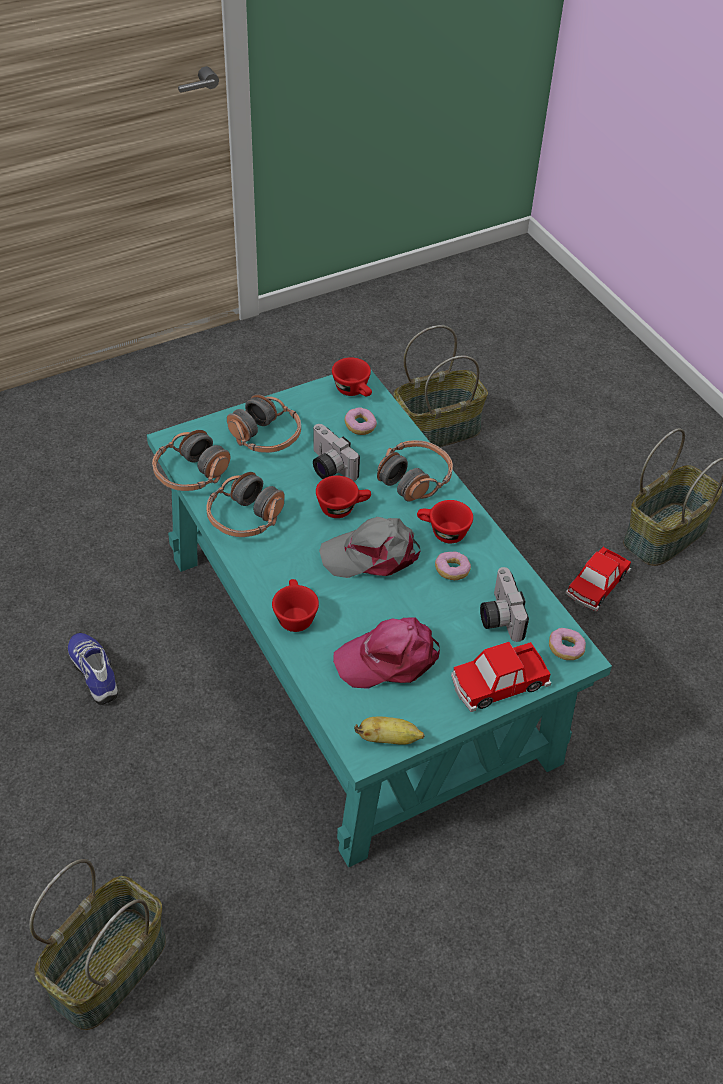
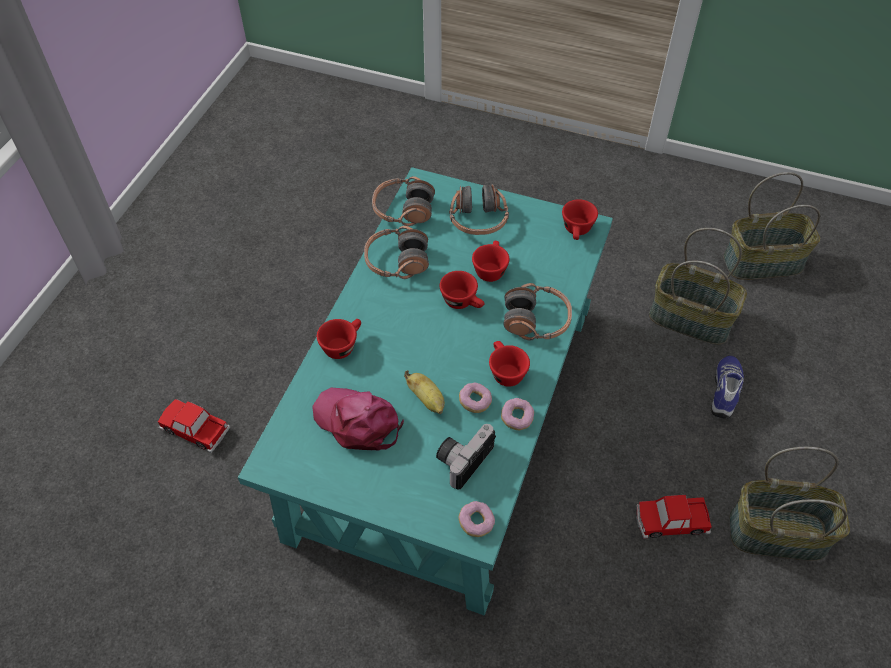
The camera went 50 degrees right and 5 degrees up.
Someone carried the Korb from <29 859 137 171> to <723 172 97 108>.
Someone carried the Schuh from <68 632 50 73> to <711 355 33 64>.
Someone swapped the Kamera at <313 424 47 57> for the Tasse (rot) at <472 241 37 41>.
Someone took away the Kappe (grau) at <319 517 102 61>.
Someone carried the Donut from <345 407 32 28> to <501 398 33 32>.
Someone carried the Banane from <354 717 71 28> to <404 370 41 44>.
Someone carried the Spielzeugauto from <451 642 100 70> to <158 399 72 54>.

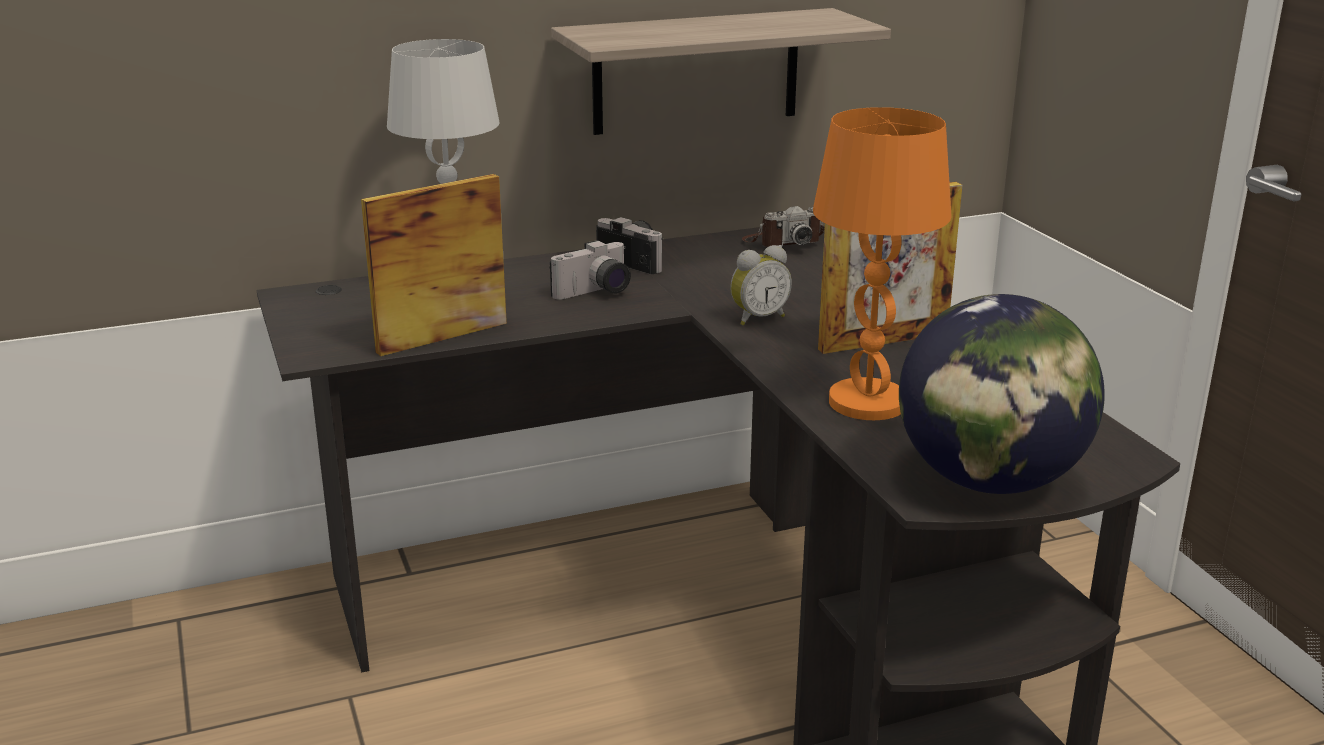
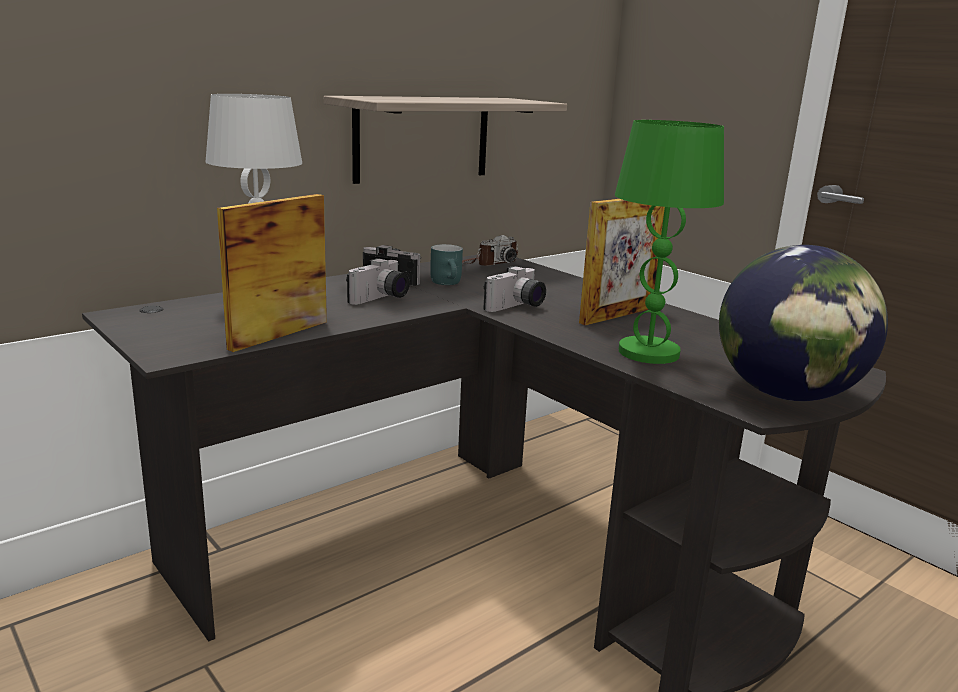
The camera went 20 degrees left and 5 degrees down.
Someone swapped the Wecker at <730 245 62 80> for the Kamera at <483 266 63 46>.
Someone repainted the Tischlampe (orange) at <813 107 139 313>, which became the Tischlampe (grün) at <615 120 109 244>.
Someone put down the Henkelbecher (türkis) at <430 244 33 41>.

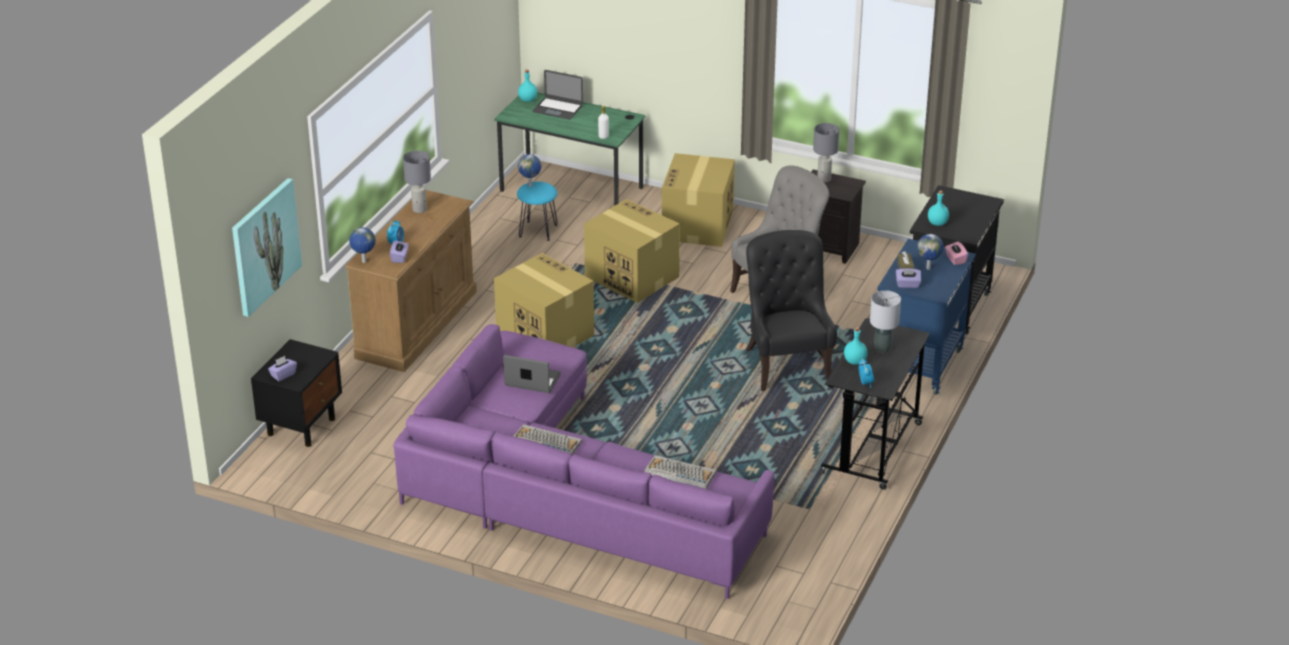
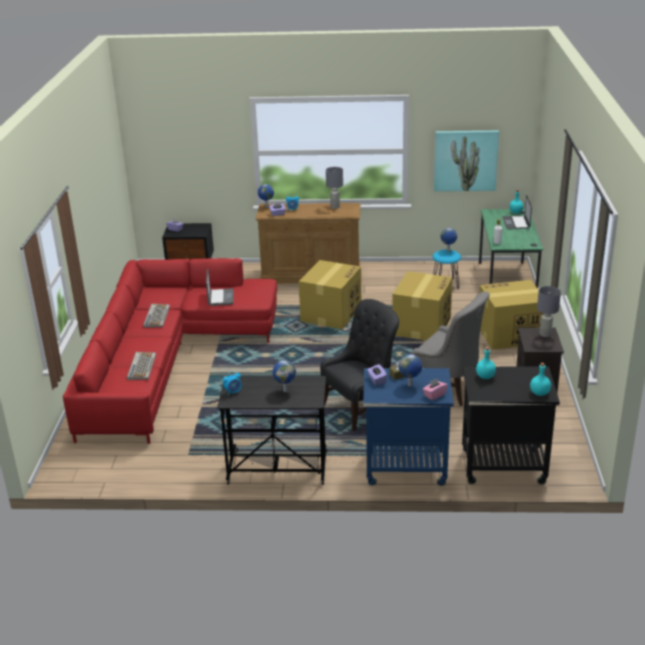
The camera went 70 degrees right and 5 degrees down.
Someone carried the Bild from <232 178 70 139> to <434 131 65 60>.
Someone repainted the Sofa (lila) at <393 324 381 275>, which became the Sofa (rot) at <63 258 214 186>.
Someone carried the Flasche (türkis) from <844 327 23 38> to <530 363 21 33>.
Someone swapped the Tischlampe (grau) at <870 290 31 63> for the Globus at <273 360 23 32>.

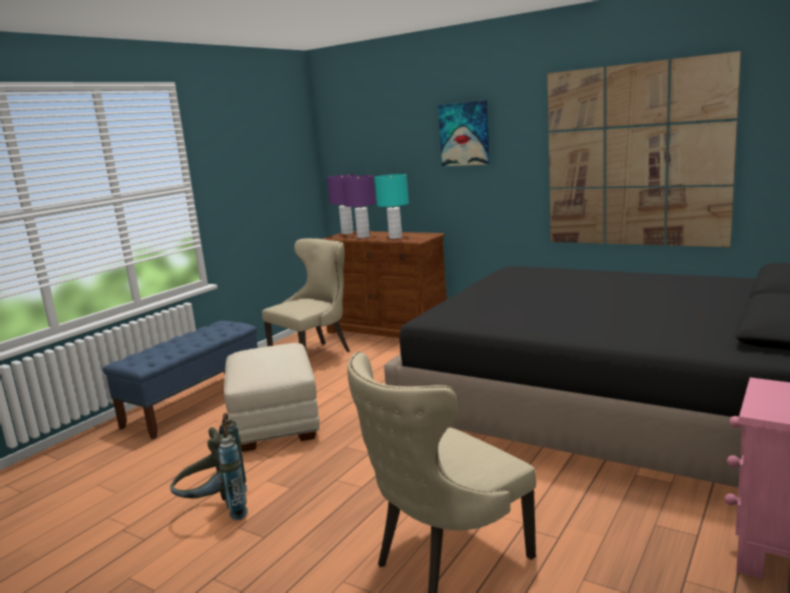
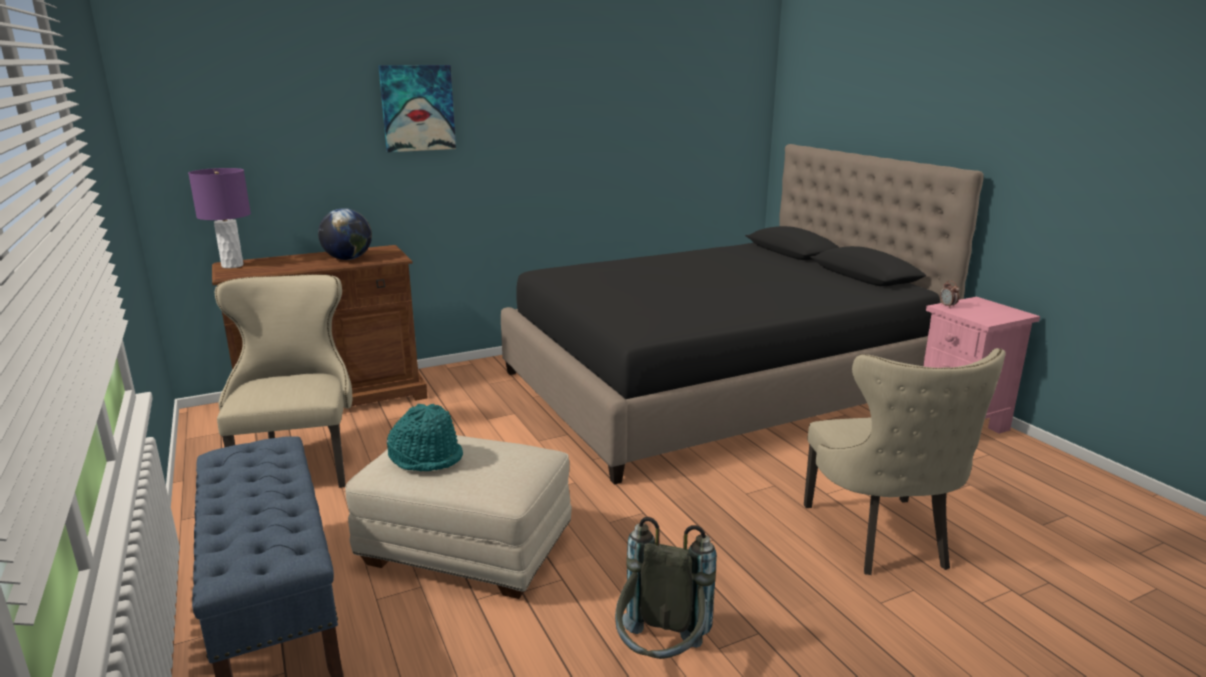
The camera went 60 degrees left and 5 degrees up.
Someone took away the Tischlampe (lila) at <342 175 34 63>.
Someone swapped the Tischlampe (türkis) at <374 174 35 65> for the Globus at <318 208 54 52>.
Someone took away the Bild at <547 51 194 196>.
Someone put down the Hut (türkis) at <386 404 77 67>.
Someone put down the Wecker at <940 280 20 27>.

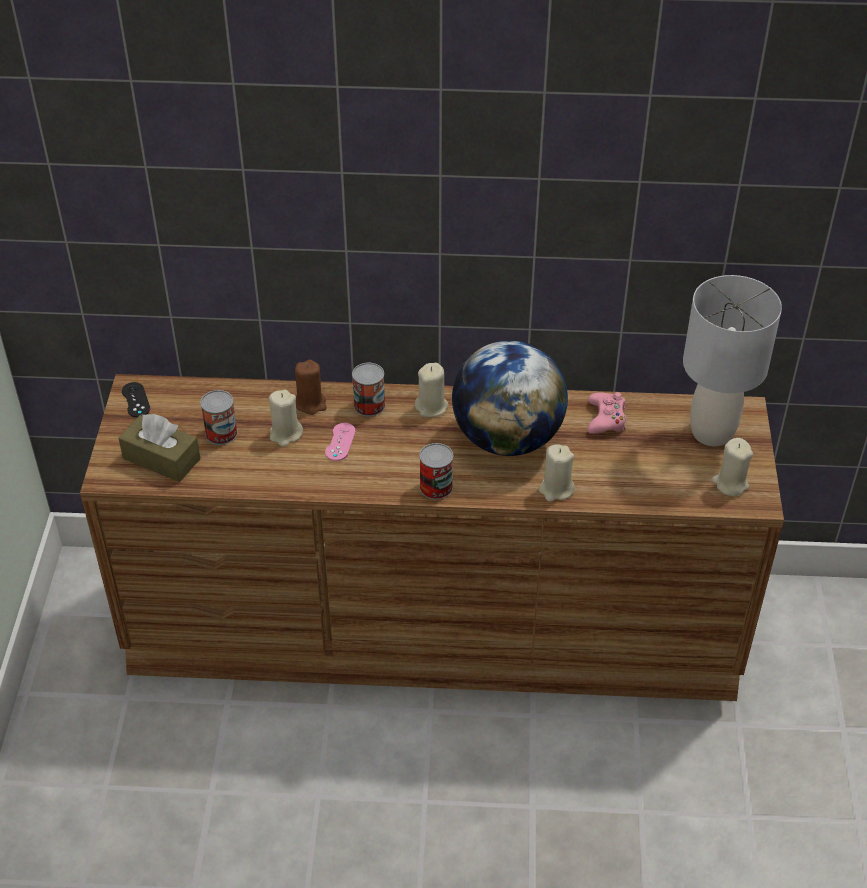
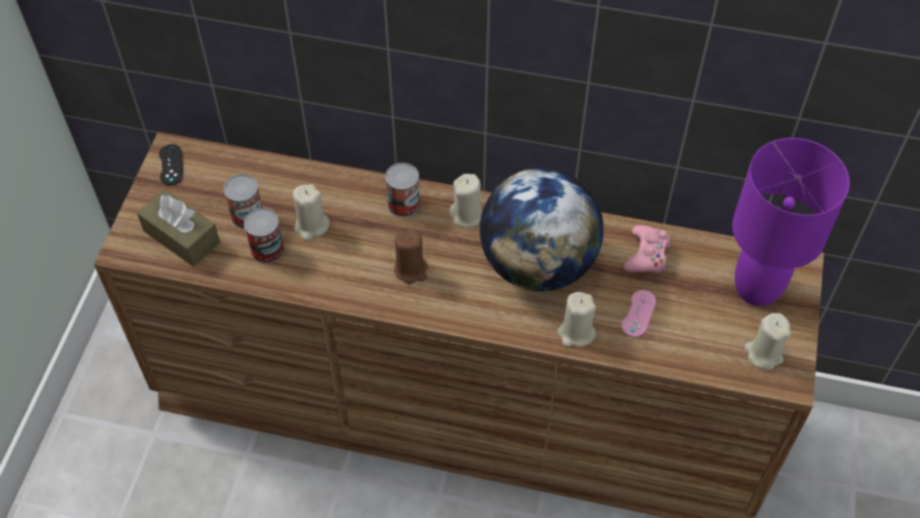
The camera went 10 degrees right and 10 degrees up.
Someone carried the Kerze (braun) from <295 360 32 55> to <394 228 33 56>.
Someone carried the Gamepad (rosa) from <325 423 31 38> to <622 290 34 47>.
Someone carried the Dose from <419 443 34 57> to <244 208 40 56>.
Someone repainted the Tischlampe (grau) at <683 275 99 171>, which became the Tischlampe (lila) at <732 138 118 168>.

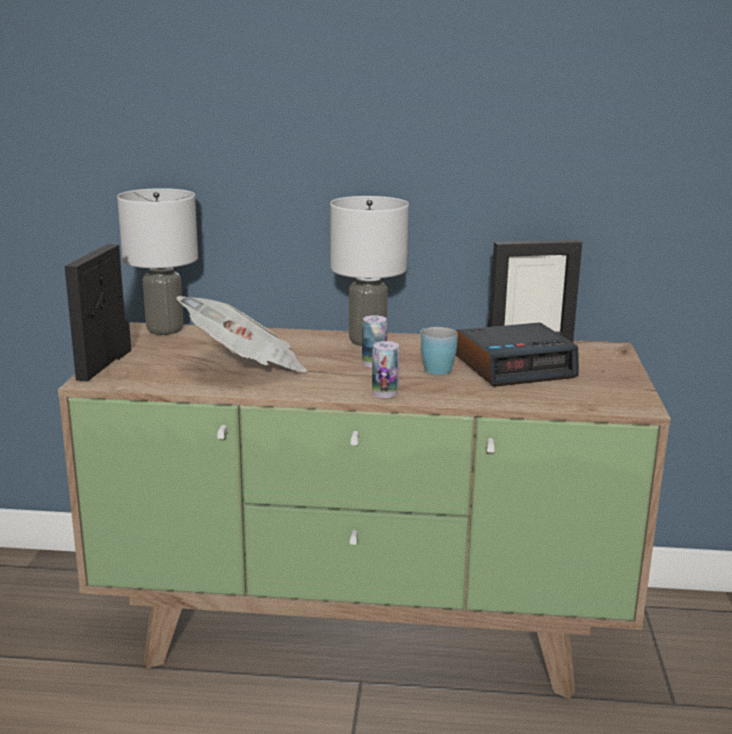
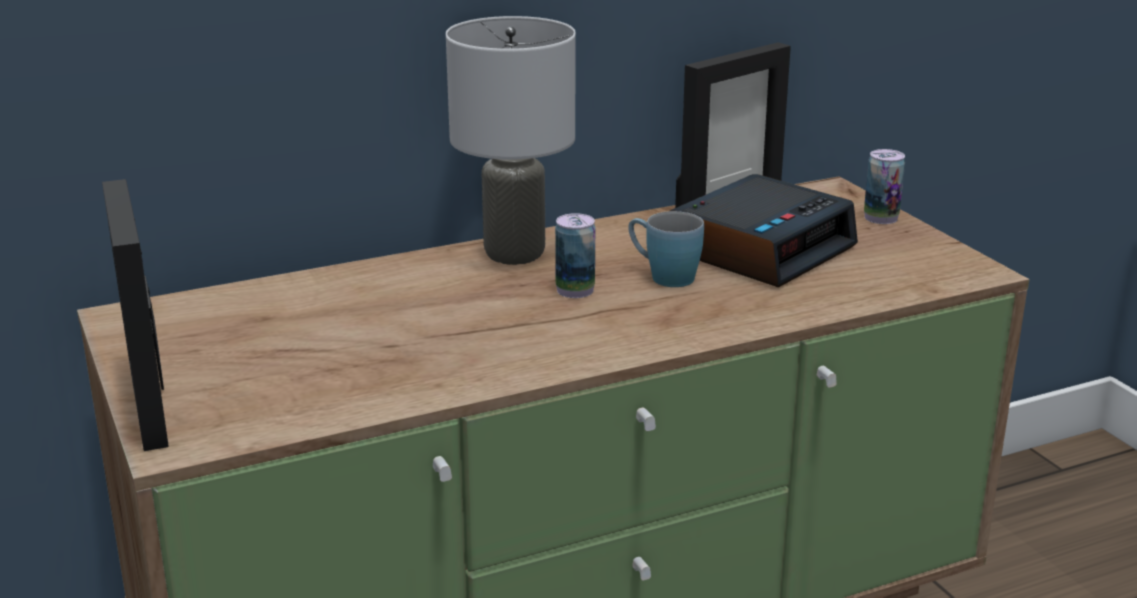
The camera went 30 degrees left and 5 degrees up.
Someone took away the Tischlampe (weiß) at <117 188 81 147>.
Someone took away the Zeitung at <176 296 132 76>.
Someone carried the Dose from <372 341 27 57> to <864 149 41 75>.

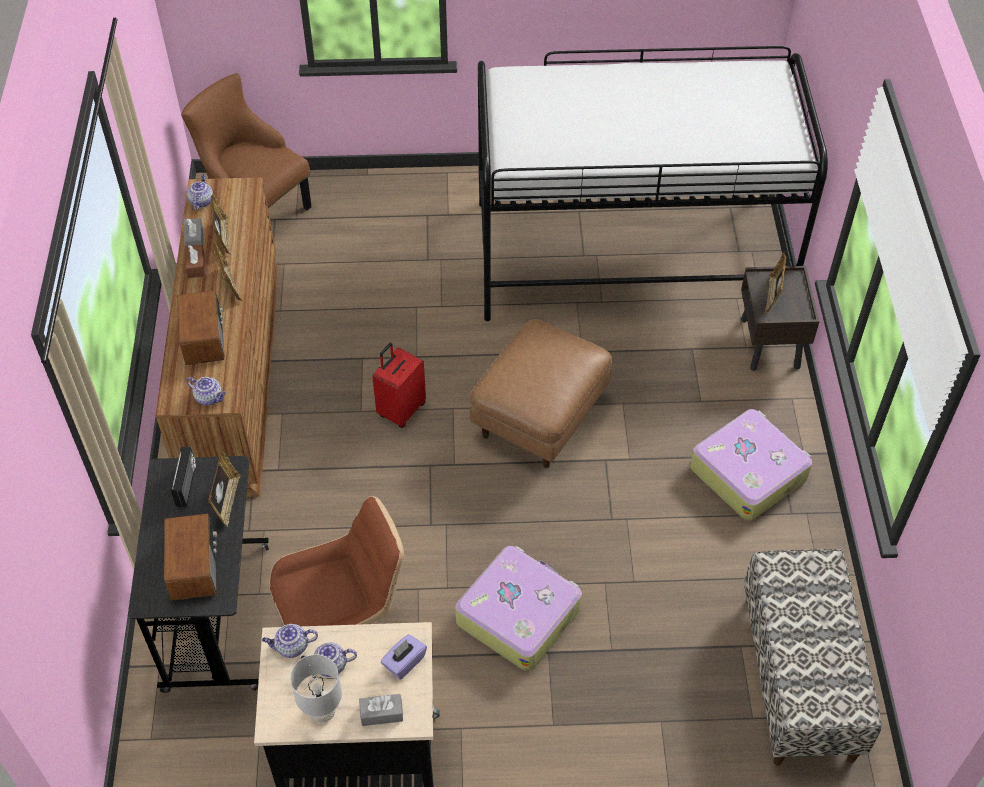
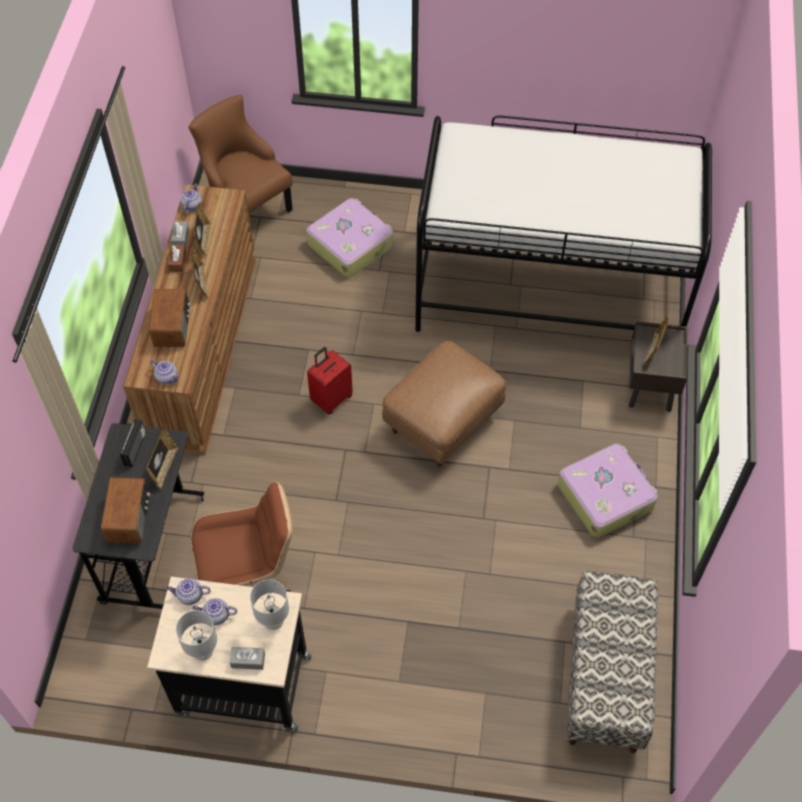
The camera went 10 degrees right and 5 degrees up.
Someone swapped the Taschentuchbox (lila) at <381 634 46 46> for the Tischlampe (grau) at <250 579 39 51>.
Someone carried the Koffer from <455 546 127 125> to <306 198 87 80>.

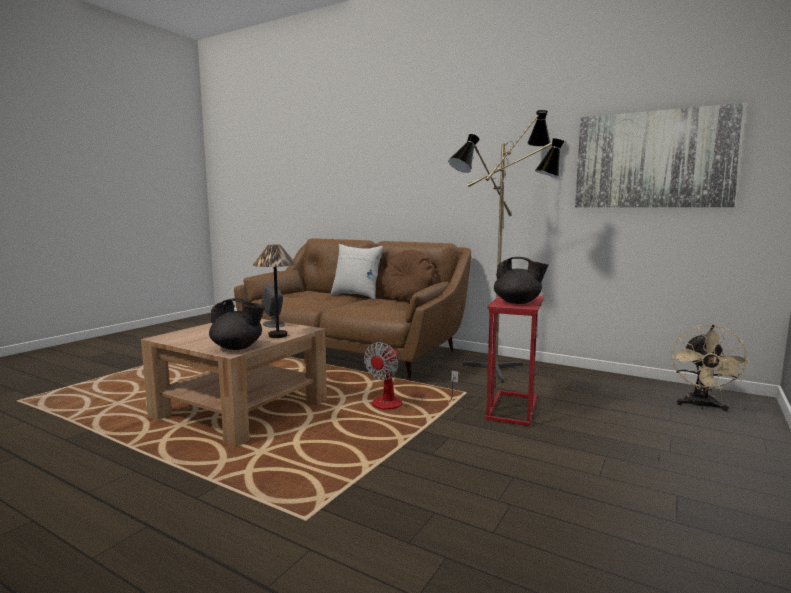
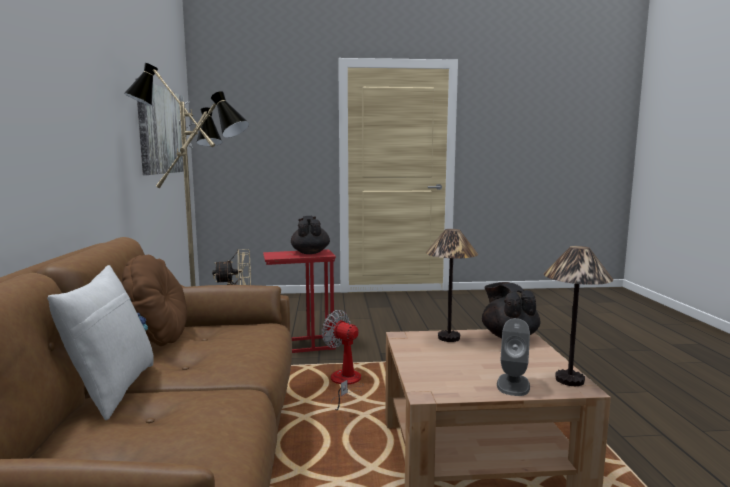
The camera went 125 degrees left and 0 degrees up.
Someone carried the Lautsprecher (grau) from <261 284 24 44> to <497 318 33 78>.
Someone rotated the Ventilator at <364 342 94 68> by 135 degrees counterclockwise.
Someone put down the Tischlampe at <543 246 70 140>.

